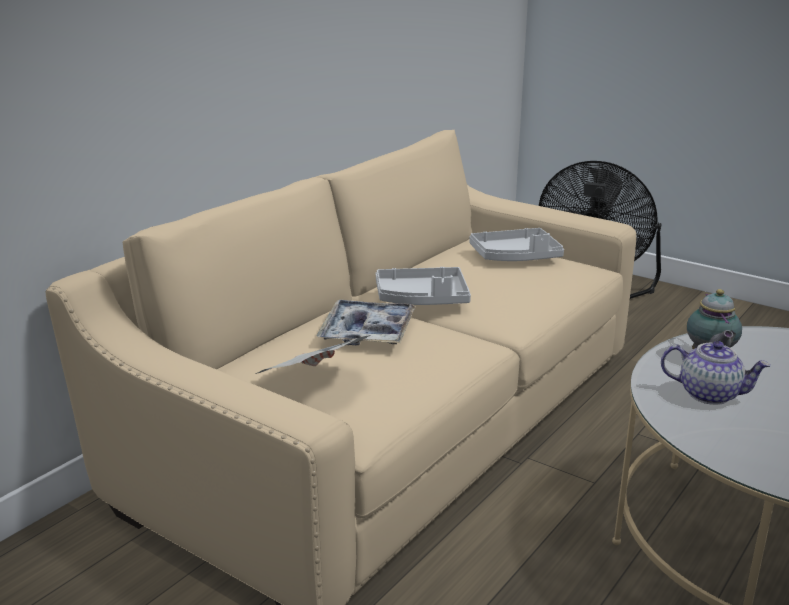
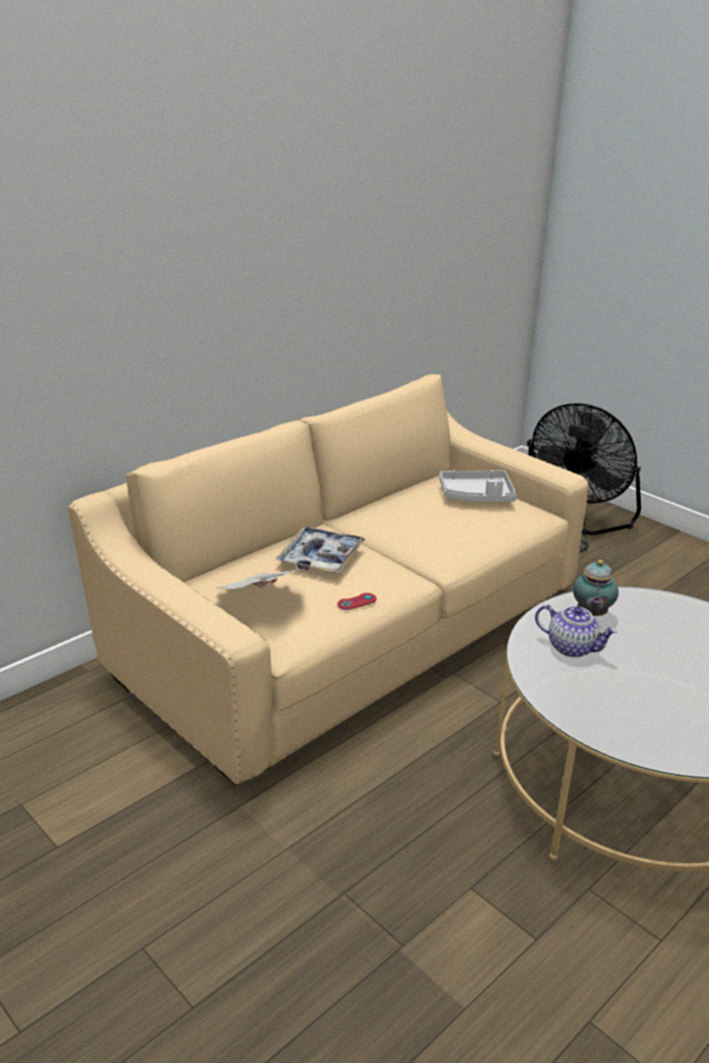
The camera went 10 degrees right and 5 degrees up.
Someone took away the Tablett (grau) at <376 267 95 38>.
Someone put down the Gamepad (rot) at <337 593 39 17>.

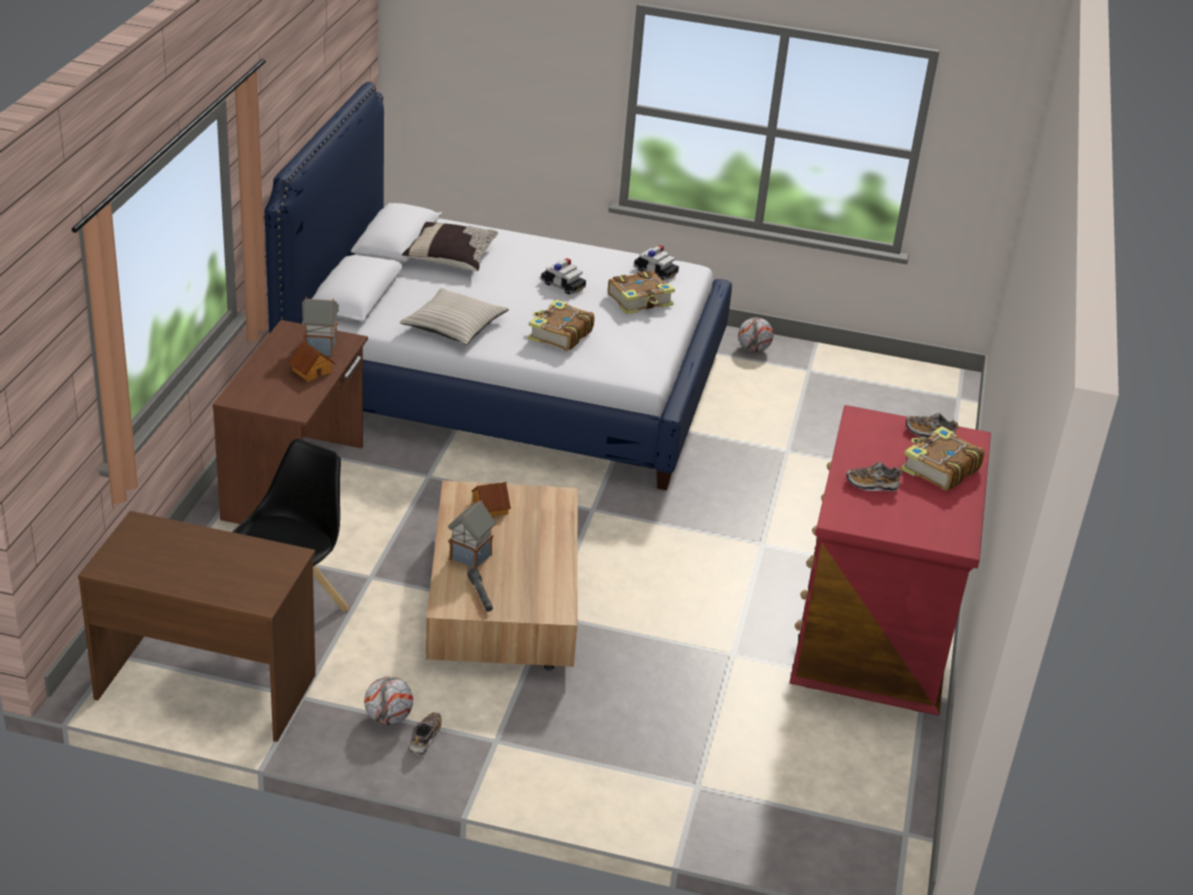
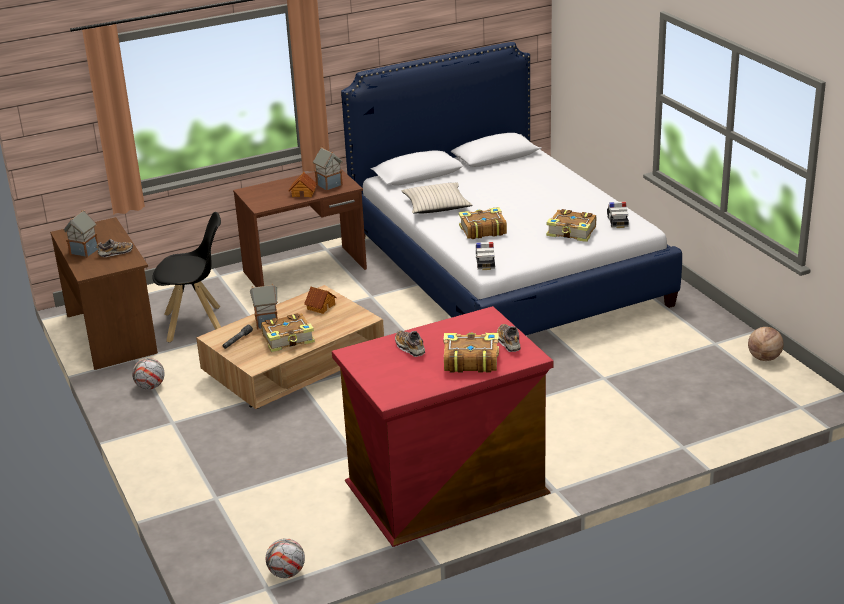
The camera went 55 degrees right and 5 degrees down.
Someone took away the Kissen at <402 222 96 49>.
Someone carried the Schuh from <410 712 32 43> to <96 239 37 18>.
Someone carried the Spielzeugauto from <541 258 45 36> to <476 242 19 28>.
Someone carried the Fußball from <738 317 36 35> to <266 538 39 40>.
Someone put down the Spielzeughaus at <64 210 34 48>.
Someone put down the Buch at <261 313 54 39>.
Someone put down the Basketball at <748 327 36 34>.

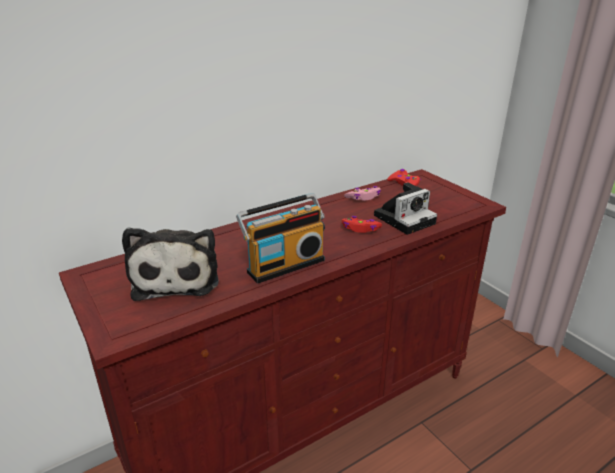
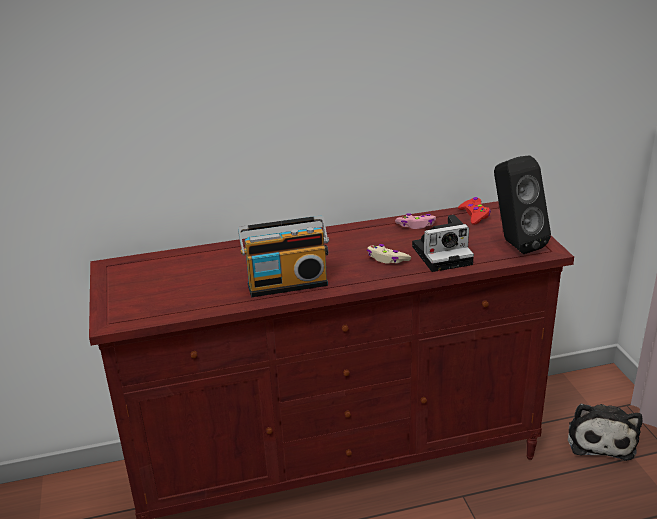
The camera went 20 degrees right and 0 degrees up.
Someone carried the Plüschtier from <122 227 97 74> to <568 403 74 58>.
Someone repainted the Gamepad (rot) at <342 216 40 17>, which became the Gamepad (beige) at <367 244 44 20>.
Someone put down the Lautsprecher (schwarz) at <494 155 57 99>.

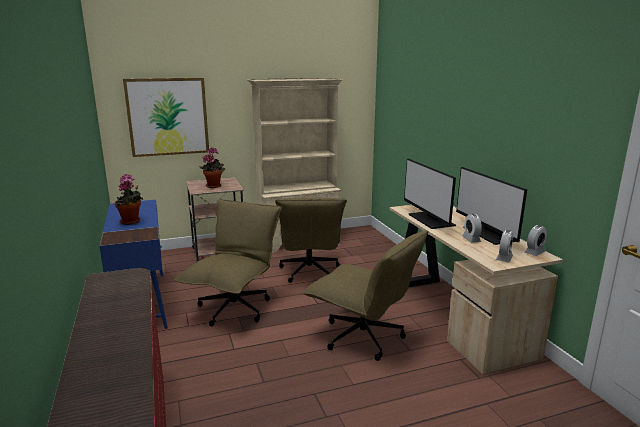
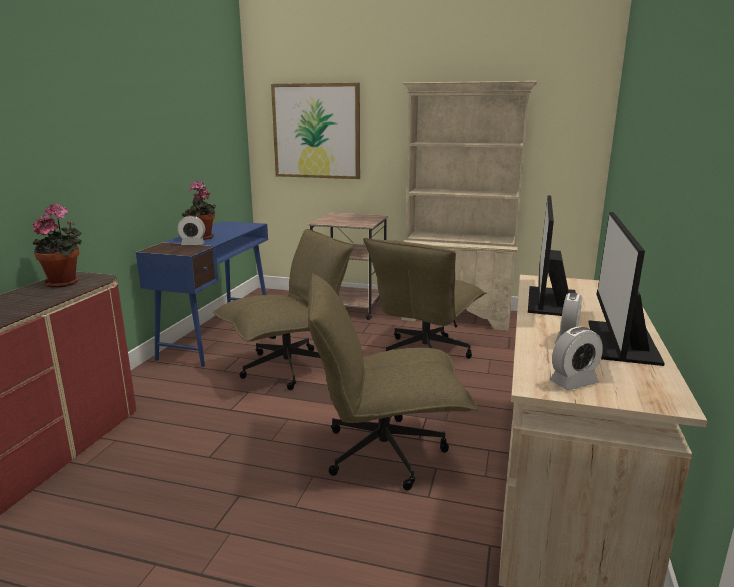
The camera went 35 degrees right and 0 degrees up.
Someone carried the Topfpflanze from <199 147 26 41> to <33 203 49 85>.
Someone rotated the Bürostuhl (beige) at <301 231 128 130> by 105 degrees clockwise.
Someone carried the Wecker from <524 225 23 31> to <177 216 28 29>.

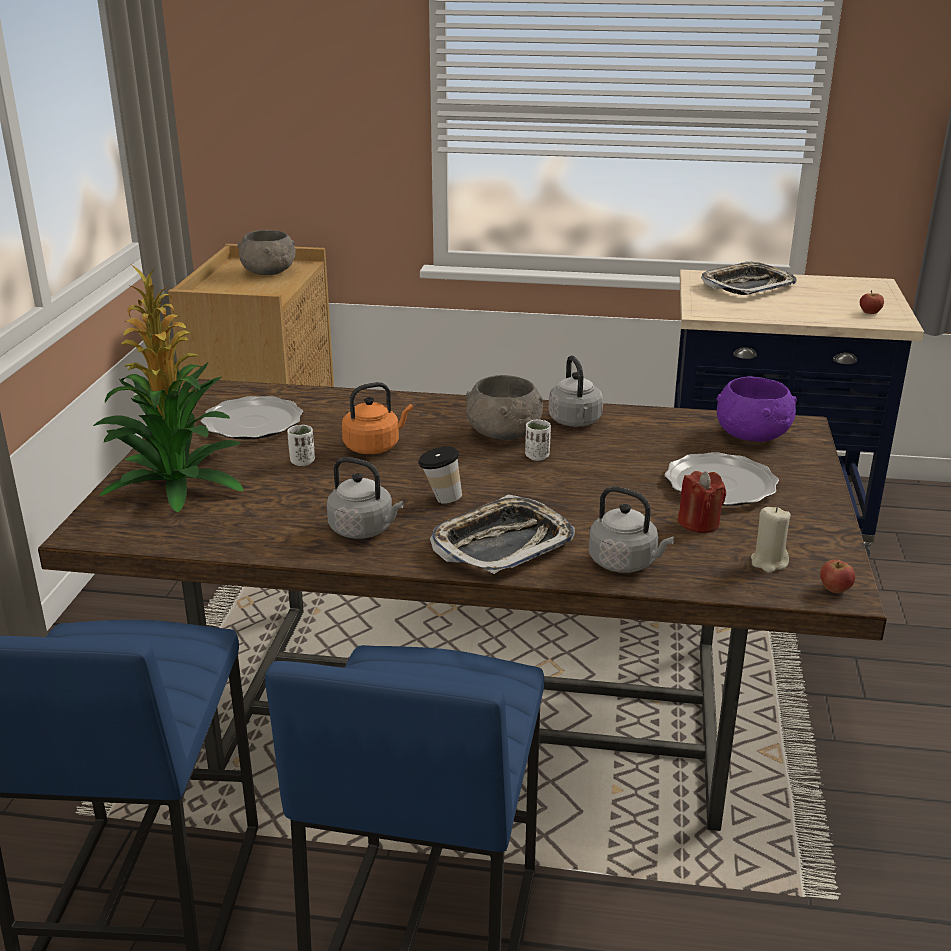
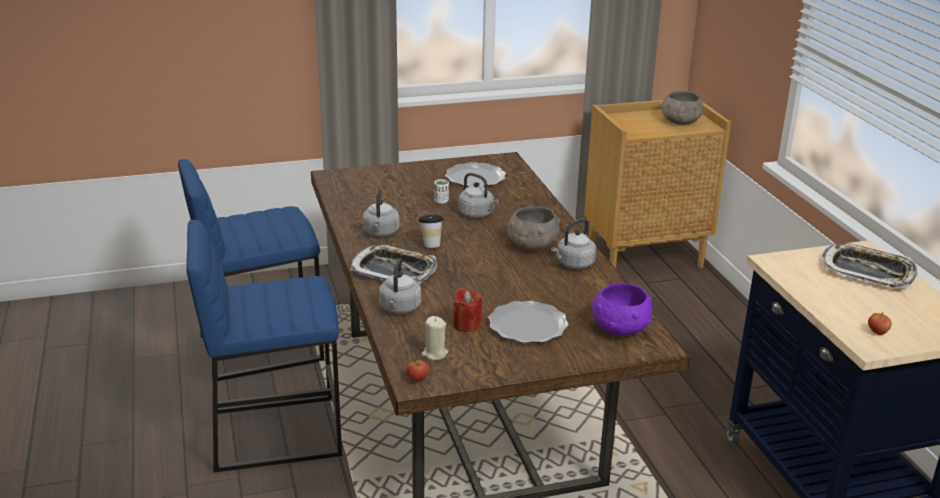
The camera went 65 degrees right and 0 degrees up.
Someone took away the Topfpflanze at <93 265 151 248>.
Someone repainted the Wasserkessel (orange) at <342 382 71 72>, which became the Wasserkessel (grau) at <458 173 41 45>.
Someone took away the Tasse (weiß) at <525 420 26 41>.

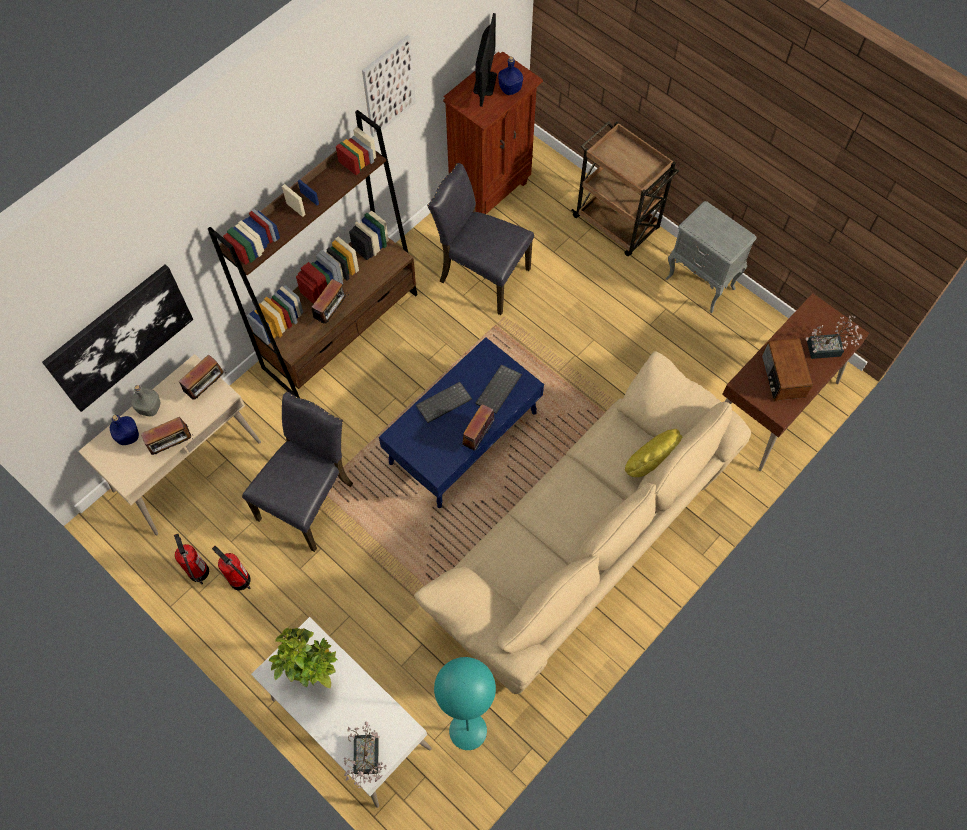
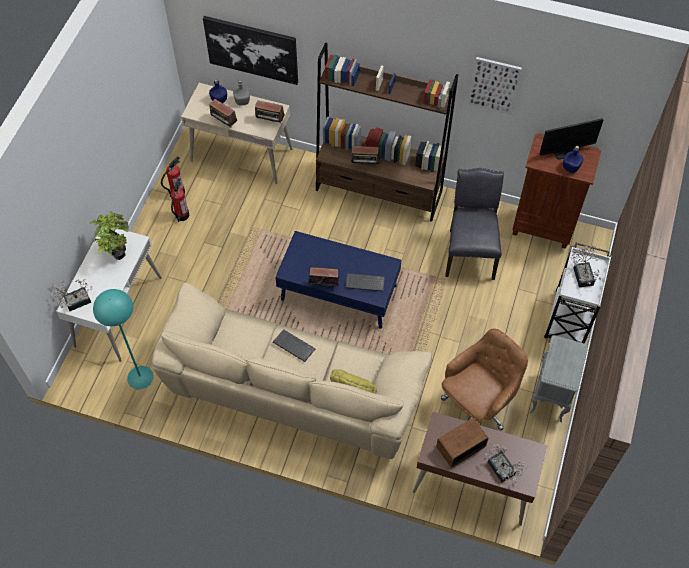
The camera went 65 degrees right and 5 degrees down.
Someone took away the Stuhl (grau) at <242 391 111 161>.
Someone carried the Tastatur from <416 382 56 41> to <273 329 42 33>.
Someone repainted the Rollwagen (braun) at <571 121 108 135>, which became the Rollwagen (weiß) at <544 243 68 101>.
Someone put down the Bürostuhl (braun) at <441 329 87 101>.
Someone put down the Topfpflanze at <571 245 30 42>.

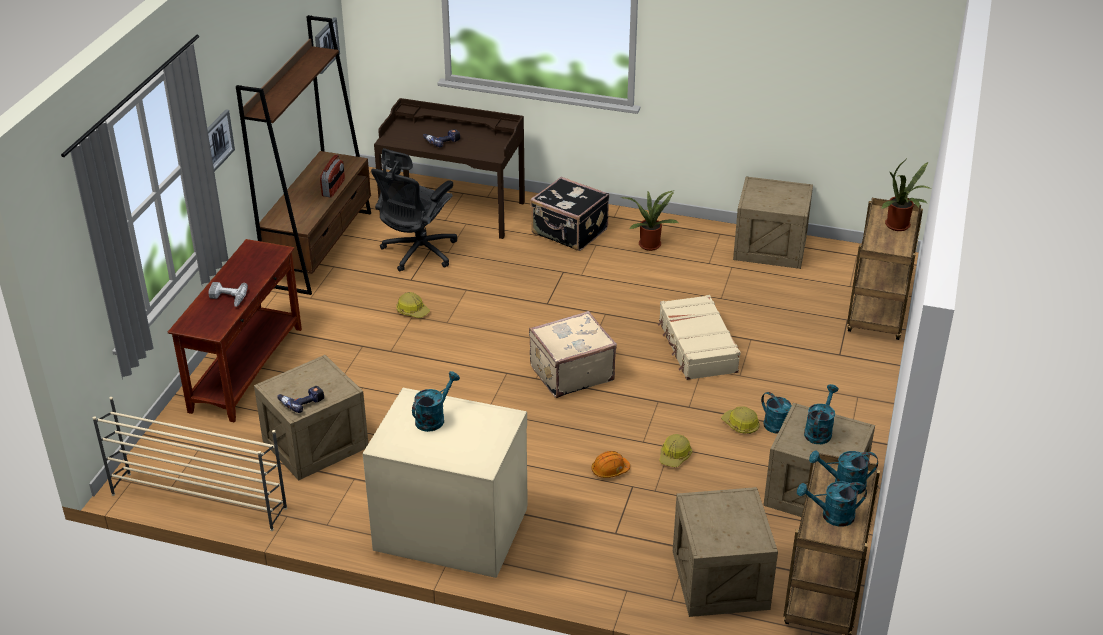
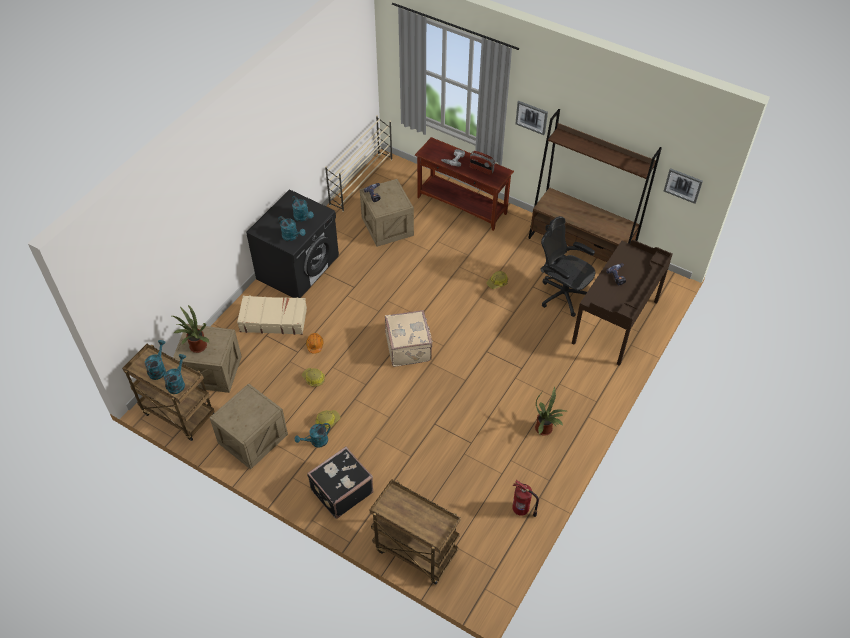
The camera went 105 degrees right and 15 degrees up.
Someone carried the Radio from <320 155 25 42> to <470 151 25 24>.
Someone repainted the Waschmaschine (beige) at <363 388 165 190>, which became the Waschmaschine (schwarz) at <246 189 93 109>.
Someone carried the Koffer (schwarz) from <530 176 79 75> to <307 446 67 73>.
Someone carried the Koffer (beige) from <658 295 83 85> to <237 296 70 39>.
Someone swapped the Kiste at <733 177 80 92> for the Feuerlöscher at <512 480 27 37>.
Someone carried the Gießkanne (türkis) from <804 384 35 60> to <278 216 28 25>.
Someone carried the Topfpflanze from <881 160 51 71> to <172 305 37 48>.

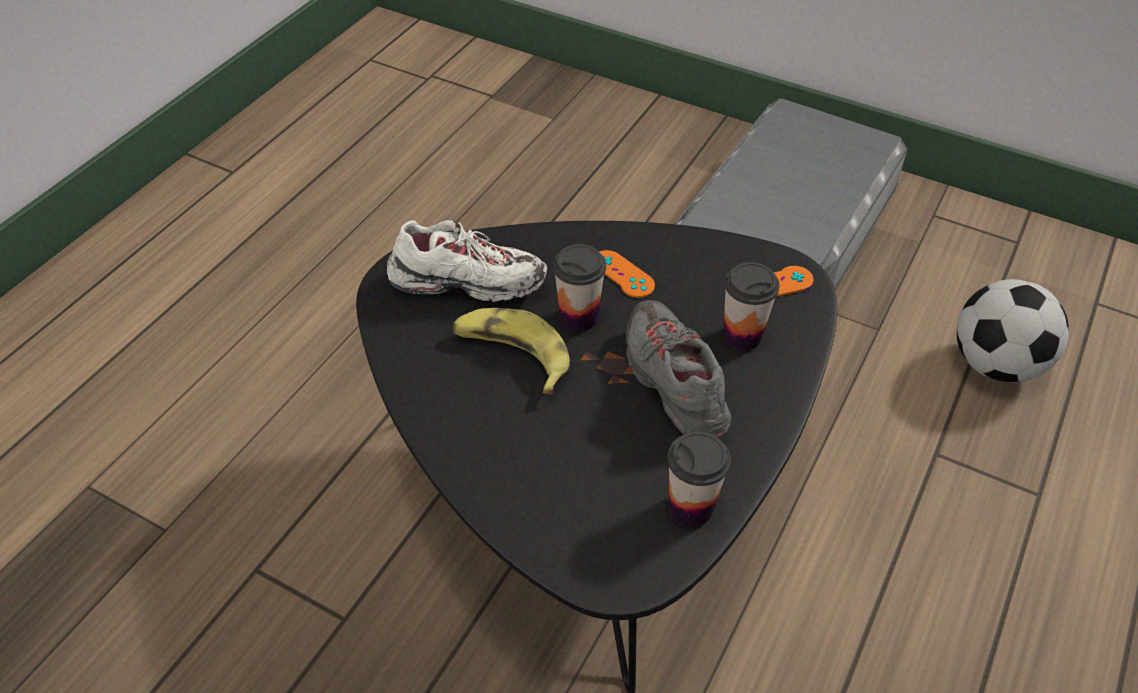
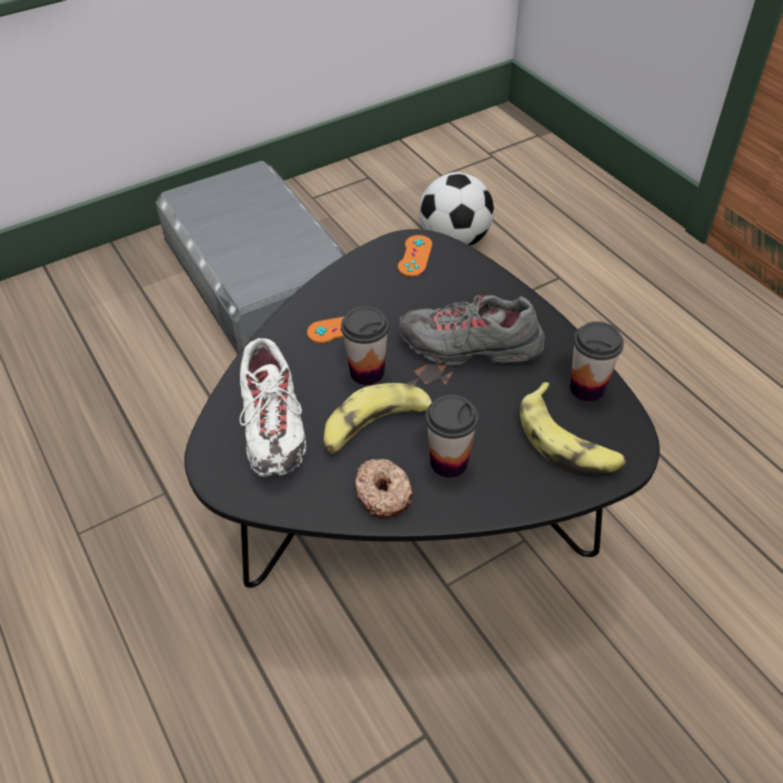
The camera went 60 degrees left and 0 degrees up.
Someone rotated the Schuh (weiß) at <387 220 160 82> by 135 degrees clockwise.
Someone carried the Tasse from <723 262 57 89> to <425 395 54 83>.
Someone put down the Donut at <354 459 60 59>.
Someone put down the Banane at <520 382 106 93>.

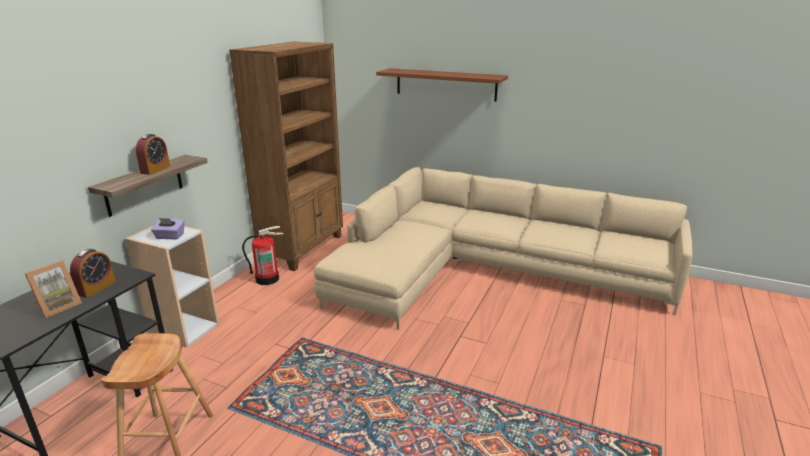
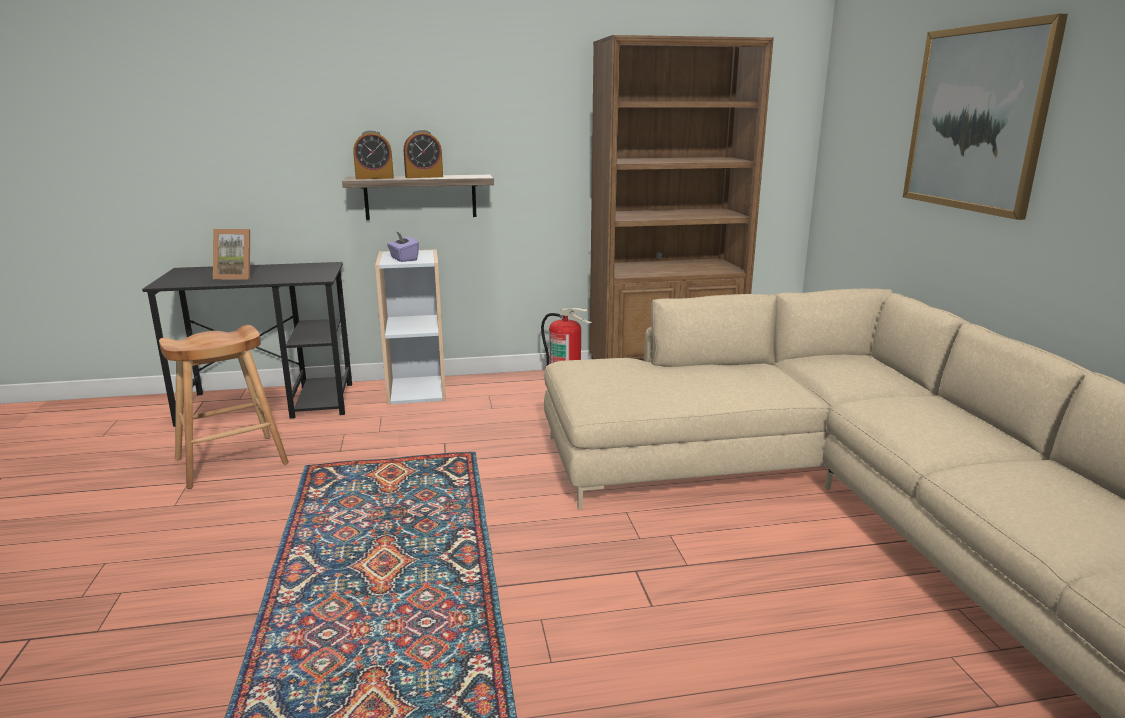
The camera went 55 degrees right and 5 degrees down.
Someone carried the Wecker from <70 249 46 49> to <353 130 41 49>.
Someone swapped the Wandregal (braun) at <376 68 132 33> for the Bild at <903 14 165 206>.

